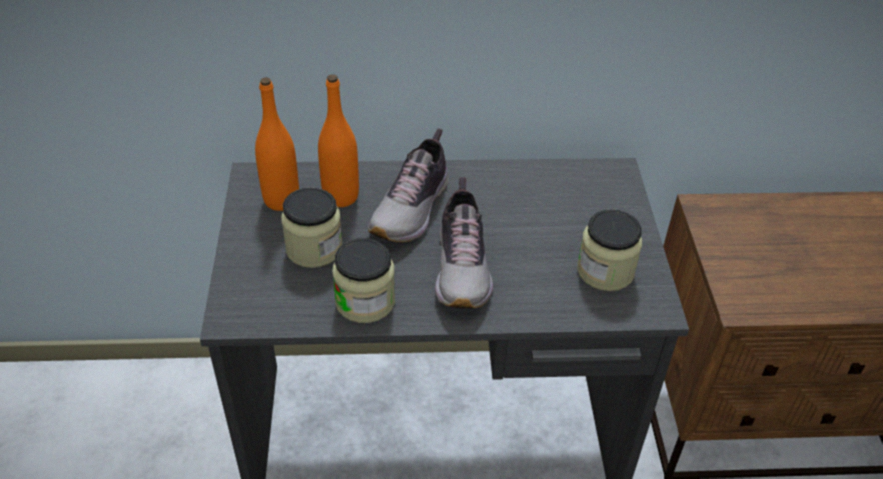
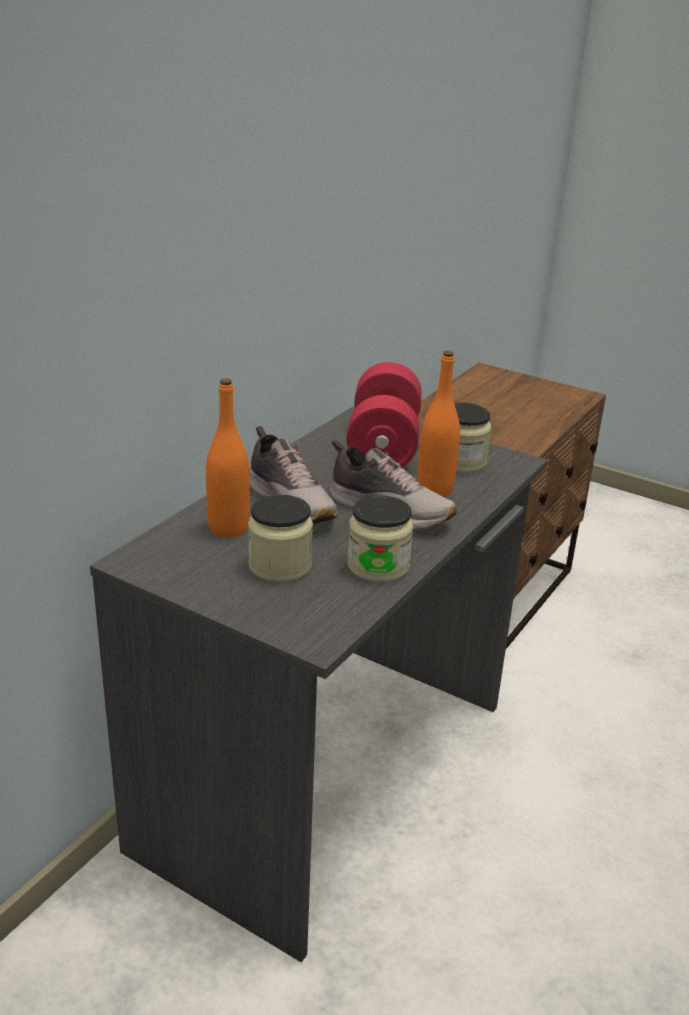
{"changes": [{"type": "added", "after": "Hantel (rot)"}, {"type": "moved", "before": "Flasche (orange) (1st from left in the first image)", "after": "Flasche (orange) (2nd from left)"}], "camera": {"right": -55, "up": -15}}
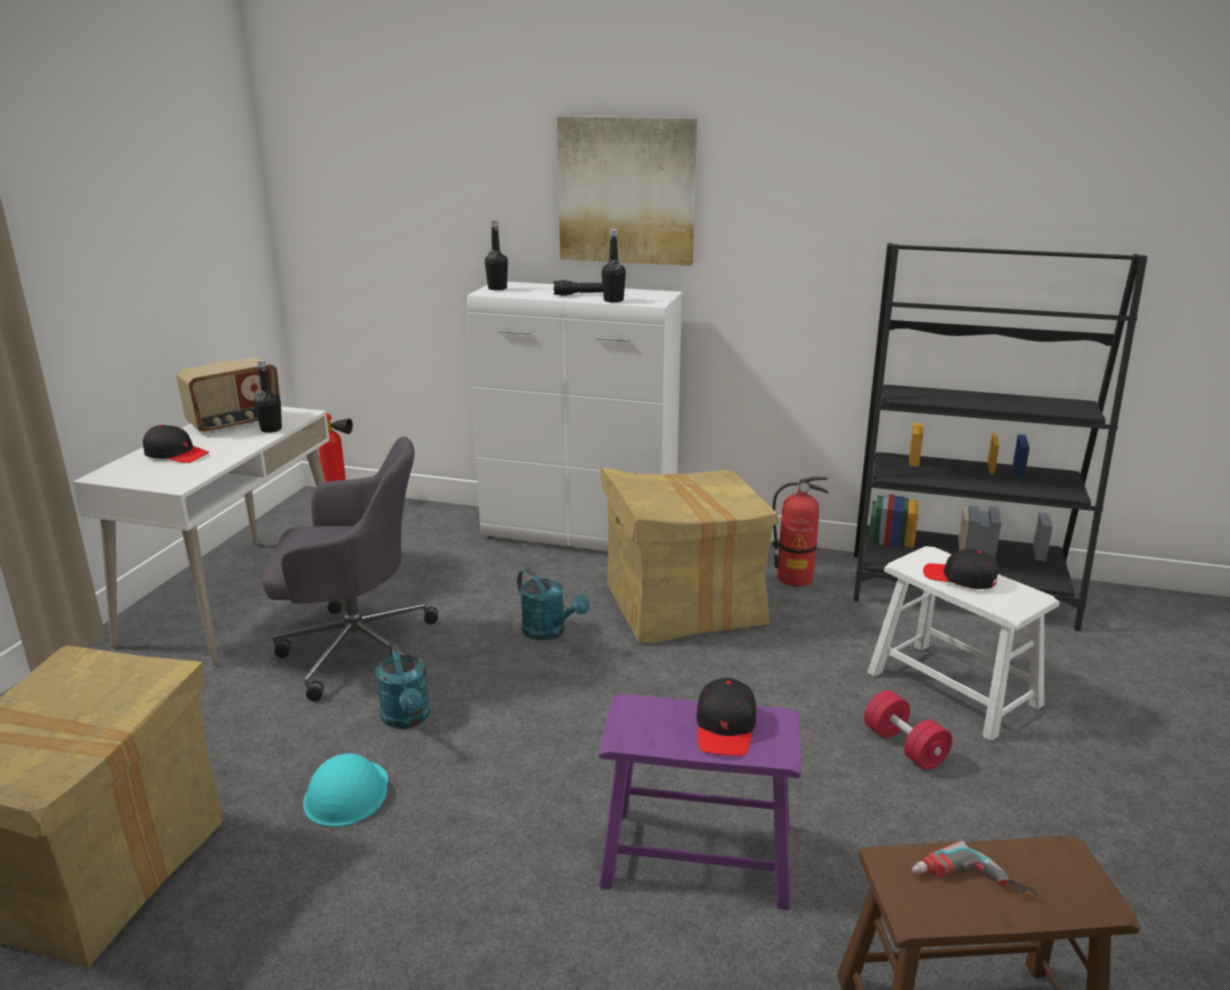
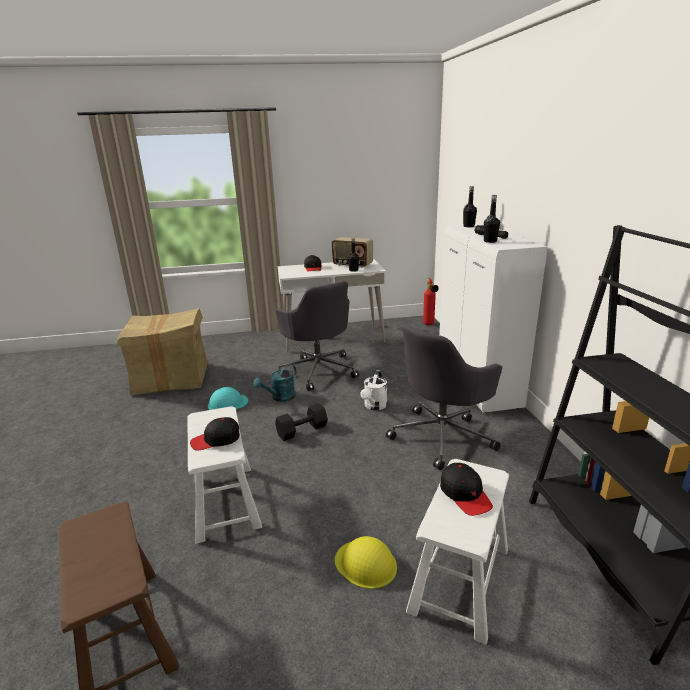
{"changes": [{"type": "recoloured", "before": "Hocker (lila)", "after": "Hocker (weiß) (1st from left)"}, {"type": "added", "after": "Hantel (schwarz)"}, {"type": "replaced", "before": "Hantel (rot)", "after": "Schutzhelm (gelb)"}, {"type": "recoloured", "before": "Gießkanne (türkis) (2nd from left)", "after": "Gießkanne (weiß)"}, {"type": "replaced", "before": "Karton (2nd from left)", "after": "Bürostuhl (grau) (2nd from left)"}, {"type": "turned", "before": "Kappe (schwarz) (3rd from left)", "turn": 150}, {"type": "removed", "before": "Bild"}, {"type": "removed", "before": "Feuerlöscher (2nd from left)"}, {"type": "removed", "before": "Bohrmaschine"}], "camera": {"right": 65, "up": 0}}
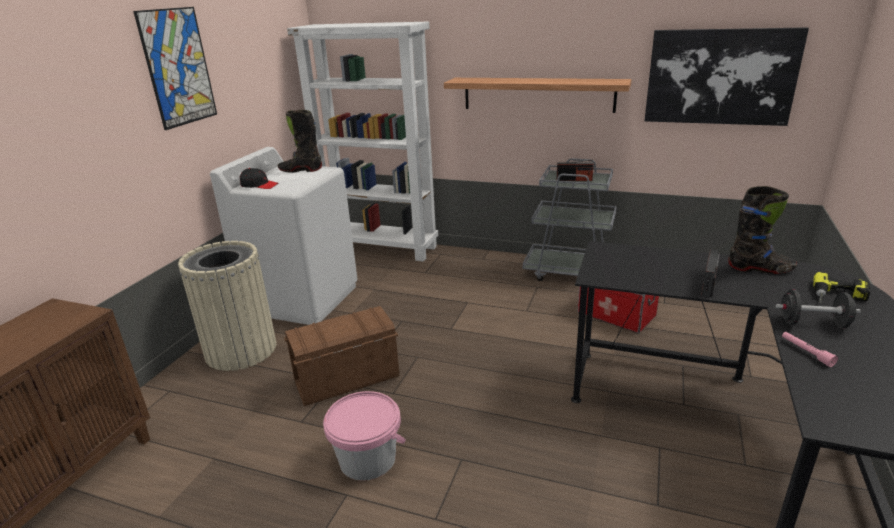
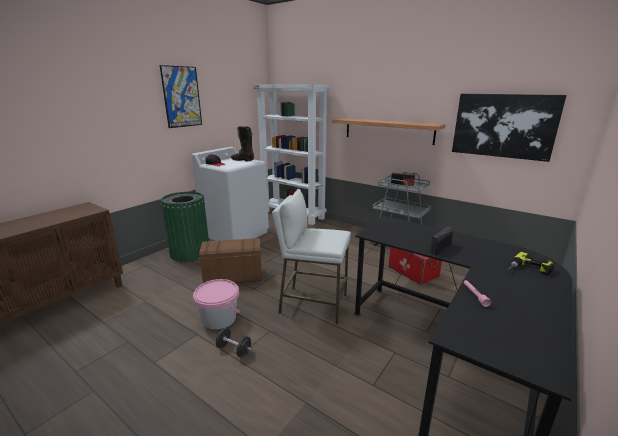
{"changes": [{"type": "recoloured", "before": "Mülleimer (beige)", "after": "Mülleimer (grün)"}, {"type": "moved", "before": "Hantel (schwarz)"}, {"type": "added", "after": "Hocker (weiß)"}, {"type": "removed", "before": "Stiefel (schwarz) (2nd from left)"}], "camera": {"right": 15, "up": -5}}
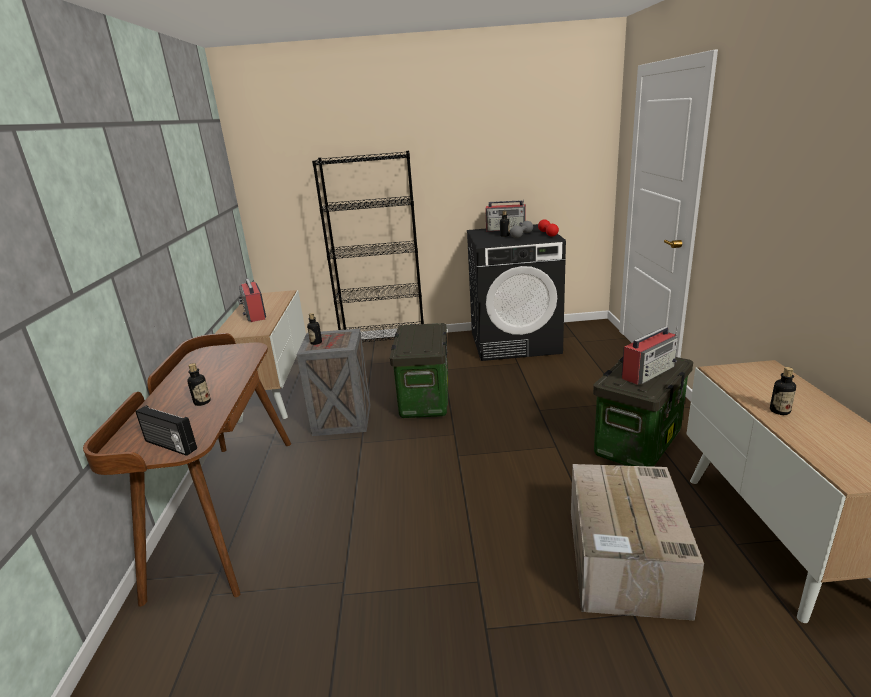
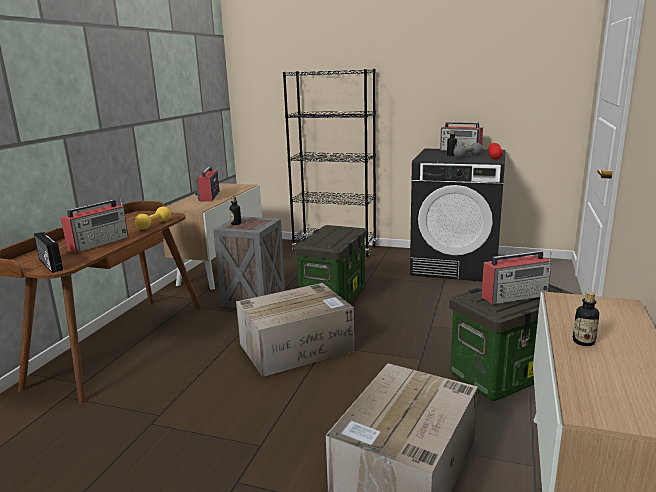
{"changes": [{"type": "replaced", "before": "Flasche (1st from left)", "after": "Radio (2nd from left)"}, {"type": "added", "after": "Hantel (gelb)"}, {"type": "added", "after": "Karton (1st from left)"}], "camera": {"right": 20, "up": -5}}
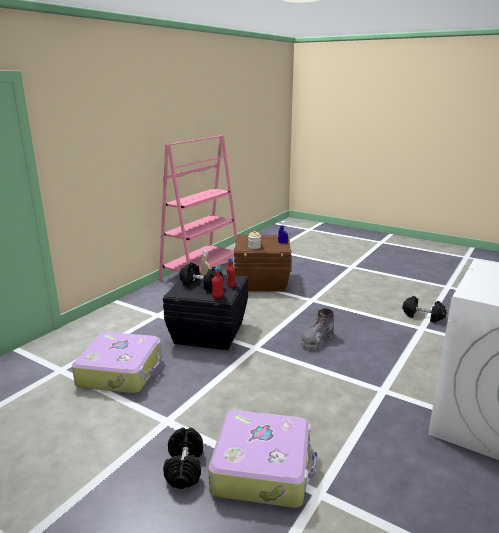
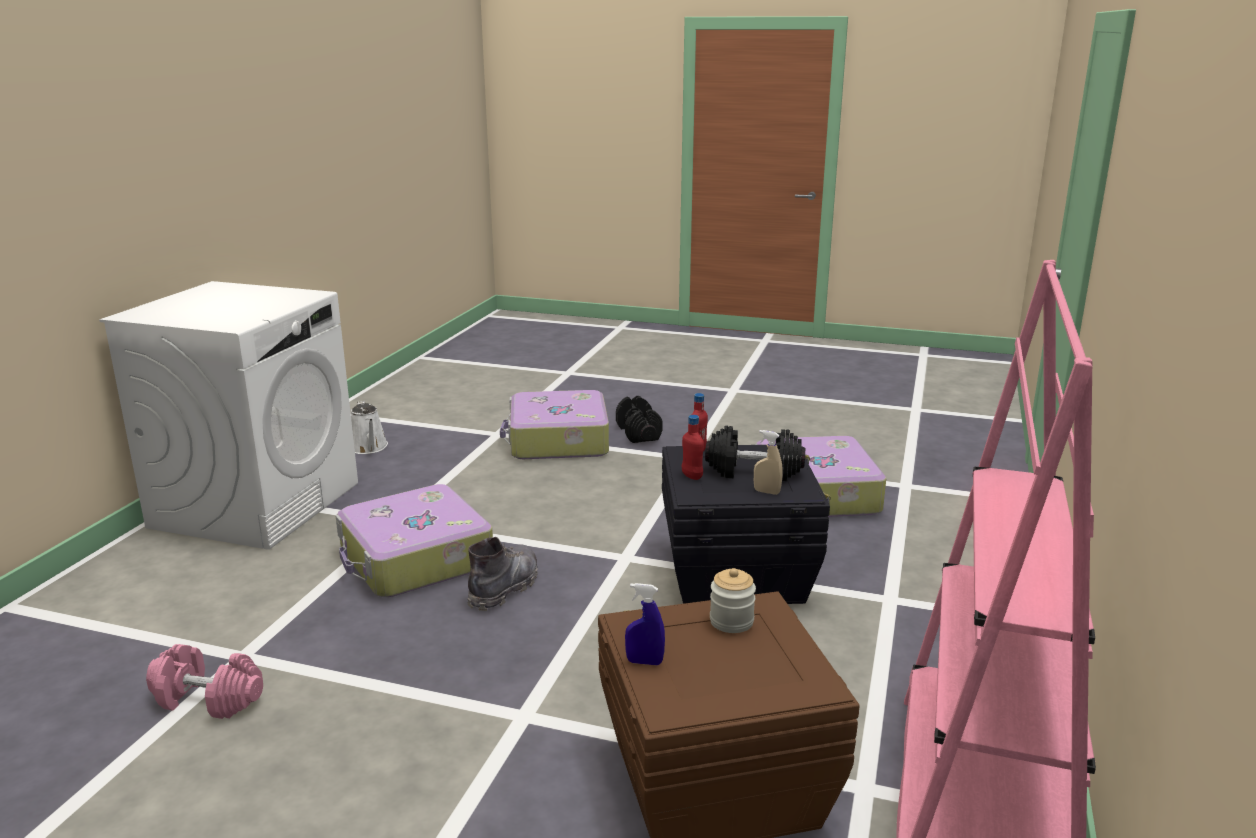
{"changes": [{"type": "recoloured", "before": "Hantel (schwarz) (3rd from left)", "after": "Hantel (rosa)"}, {"type": "added", "after": "Koffer (1st from left)"}, {"type": "added", "after": "Gießkanne (weiß)"}], "camera": {"right": 165, "up": 0}}
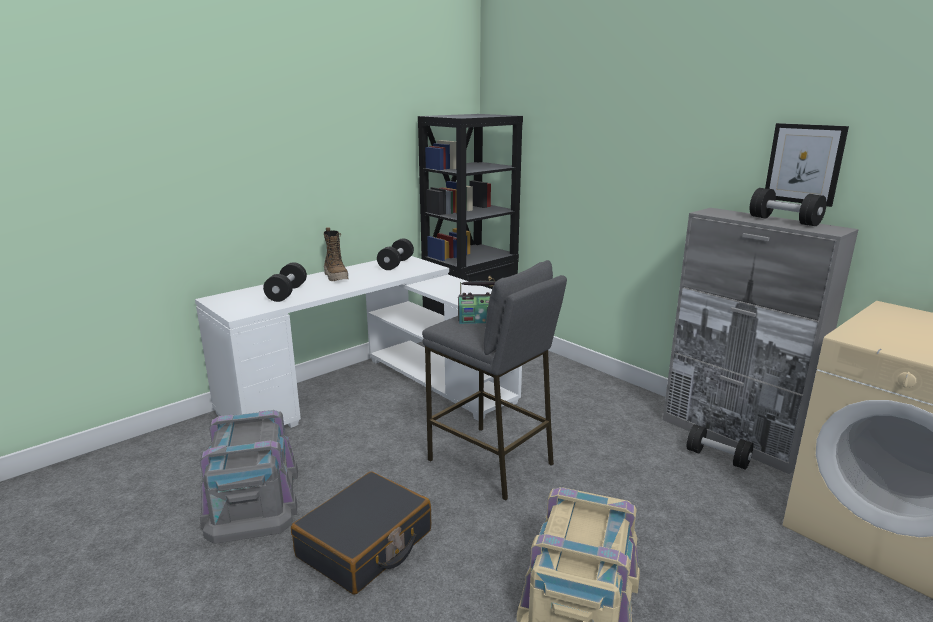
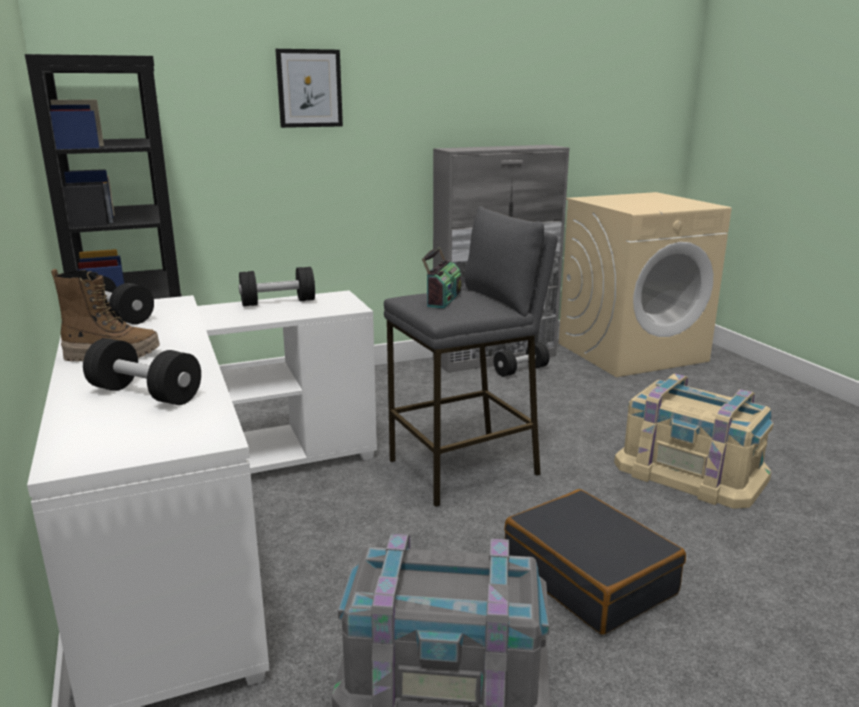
{"changes": [{"type": "moved", "before": "Hantel (schwarz) (4th from left in the first image)", "after": "Hantel (schwarz) (3rd from left)"}, {"type": "moved", "before": "Bild"}], "camera": {"right": -70, "up": 0}}
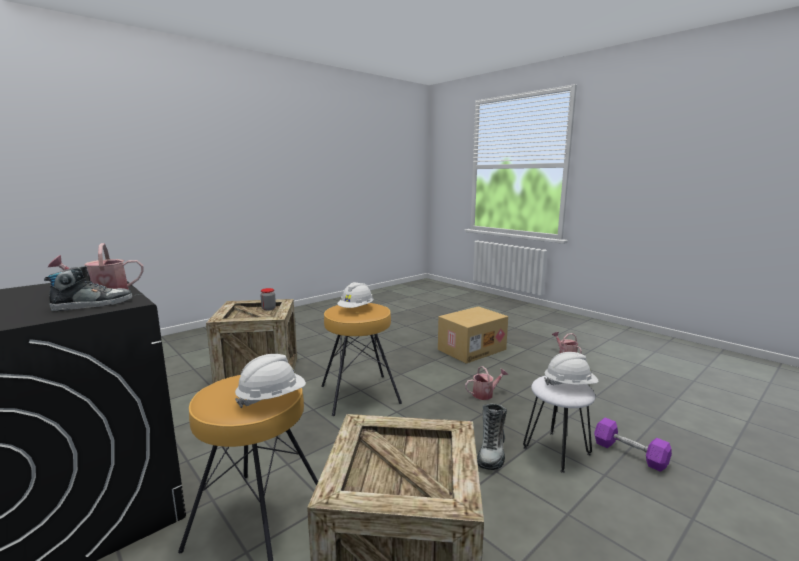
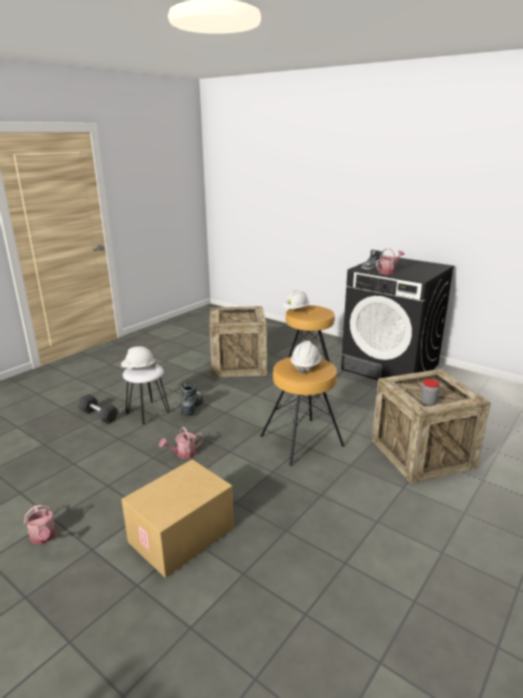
{"changes": [{"type": "recoloured", "before": "Hantel (lila)", "after": "Hantel (grau)"}], "camera": {"right": 170, "up": 10}}
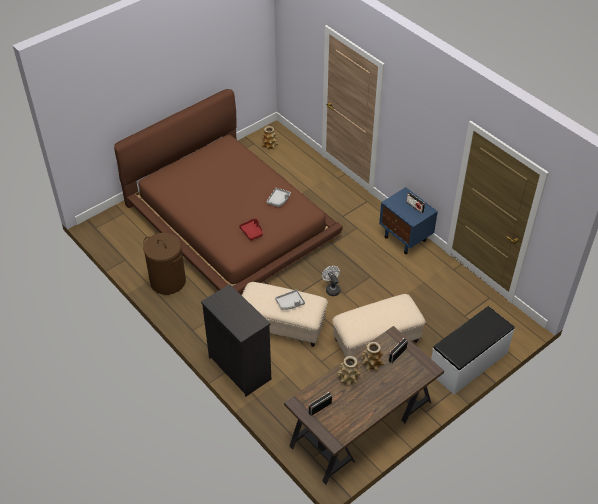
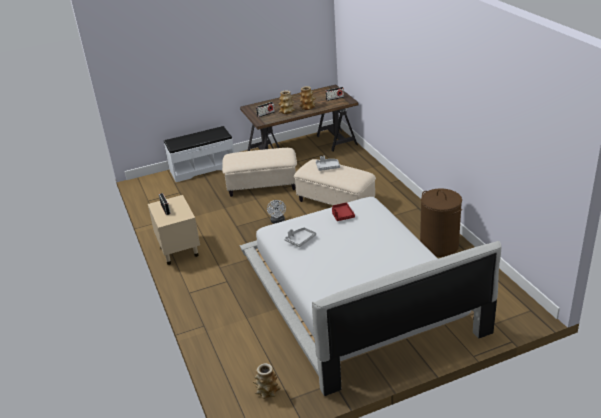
{"changes": [{"type": "recoloured", "before": "Nachttisch (blau)", "after": "Nachttisch (beige)"}, {"type": "recoloured", "before": "Bett (braun)", "after": "Bett (weiß)"}, {"type": "removed", "before": "Kommode (schwarz)"}], "camera": {"right": -160, "up": -15}}
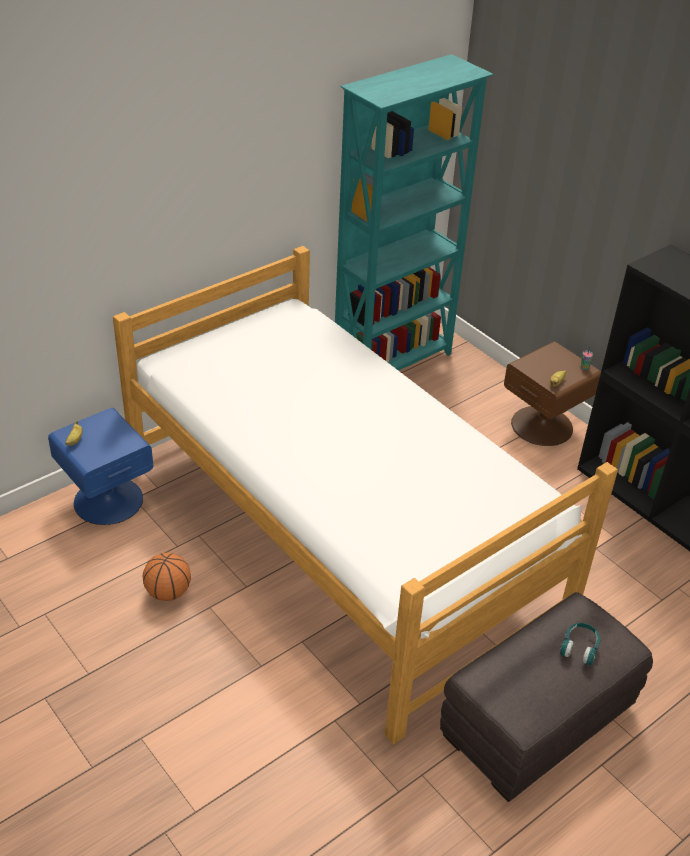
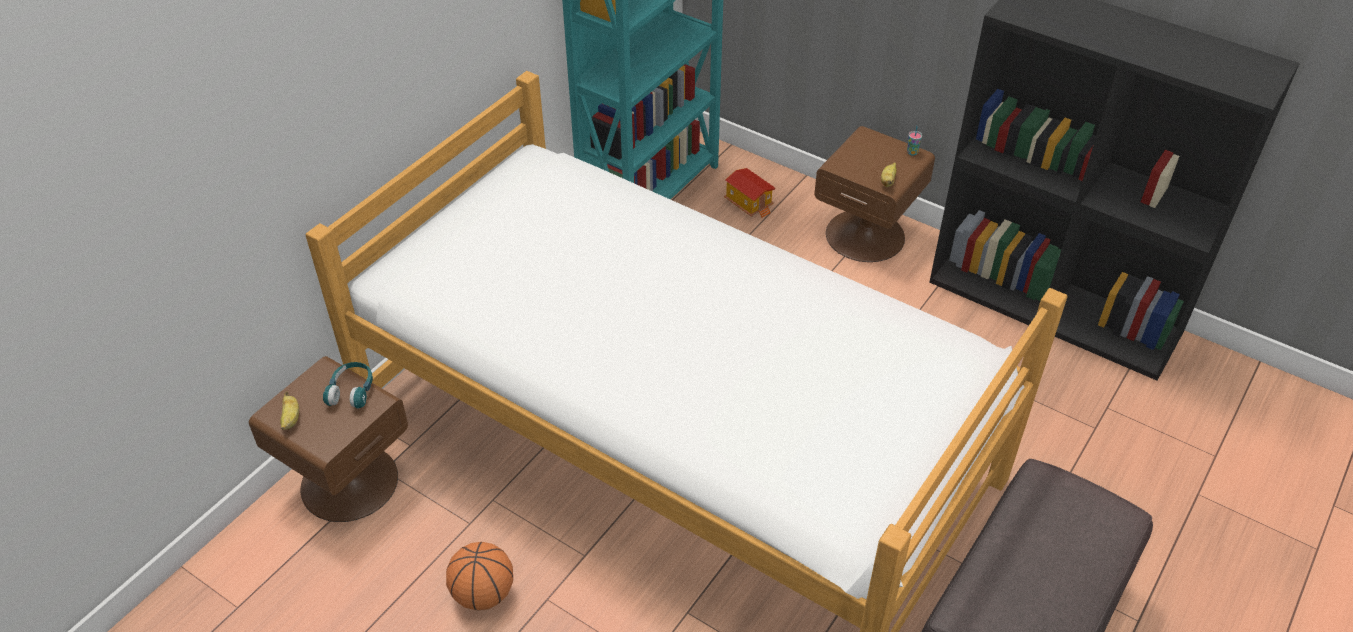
{"changes": [{"type": "recoloured", "before": "Nachttisch (blau)", "after": "Nachttisch (braun) (1st from left)"}, {"type": "moved", "before": "Kopfhörer (türkis)"}, {"type": "added", "after": "Spielzeughaus"}], "camera": {"right": -15, "up": 5}}
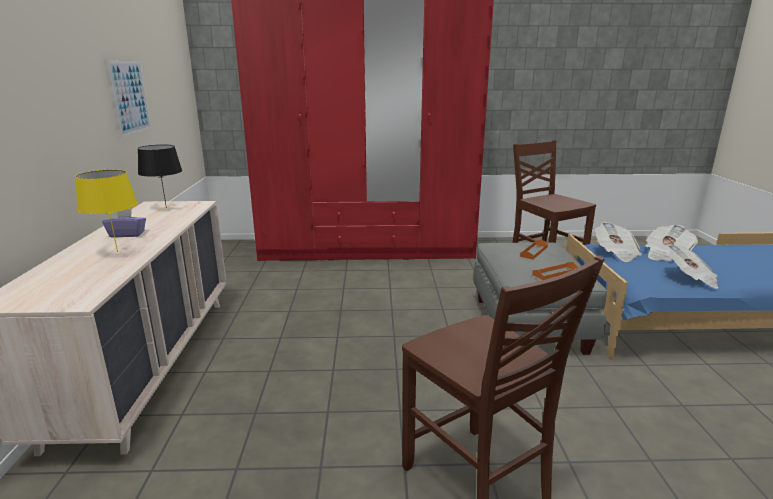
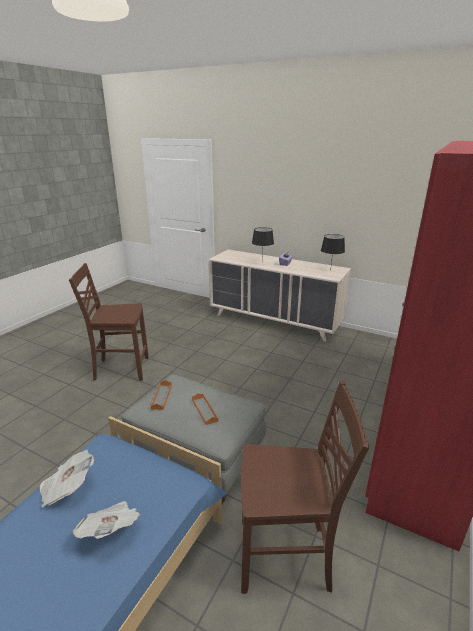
{"changes": [{"type": "recoloured", "before": "Tischlampe (gelb)", "after": "Tischlampe (schwarz) (1st from left)"}, {"type": "removed", "before": "Bild"}, {"type": "removed", "before": "Zeitung (1st from left)"}], "camera": {"right": 120, "up": 5}}
